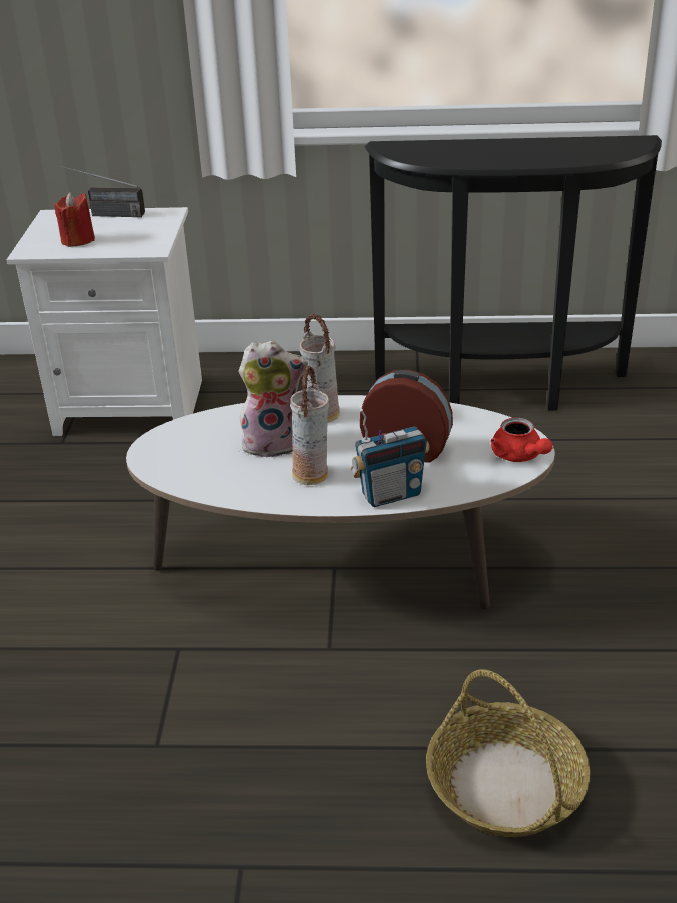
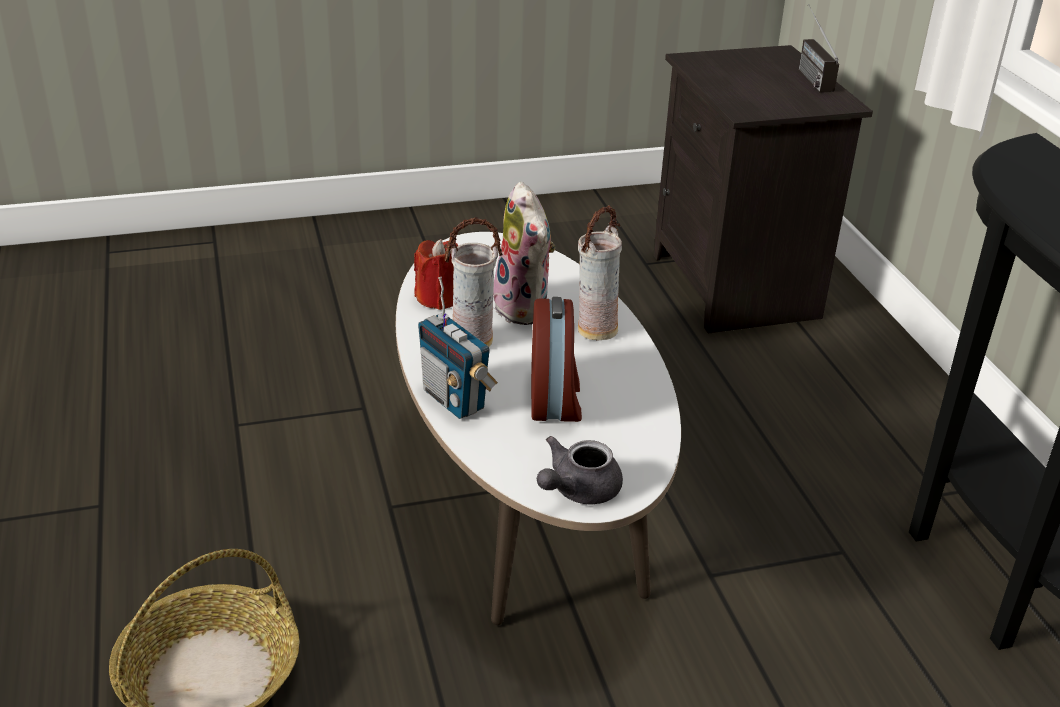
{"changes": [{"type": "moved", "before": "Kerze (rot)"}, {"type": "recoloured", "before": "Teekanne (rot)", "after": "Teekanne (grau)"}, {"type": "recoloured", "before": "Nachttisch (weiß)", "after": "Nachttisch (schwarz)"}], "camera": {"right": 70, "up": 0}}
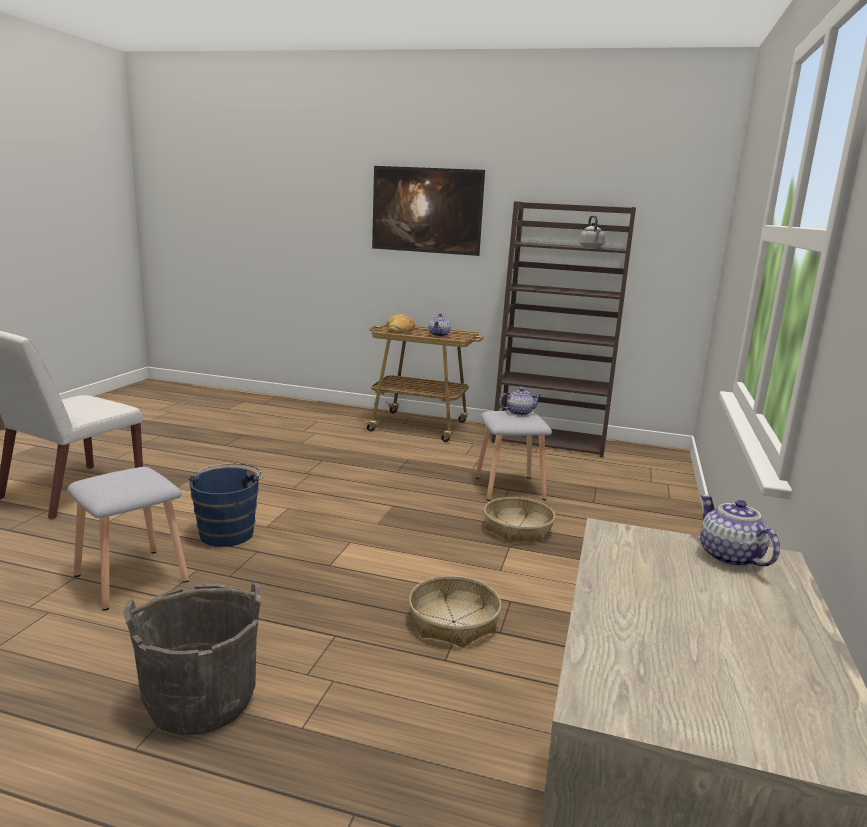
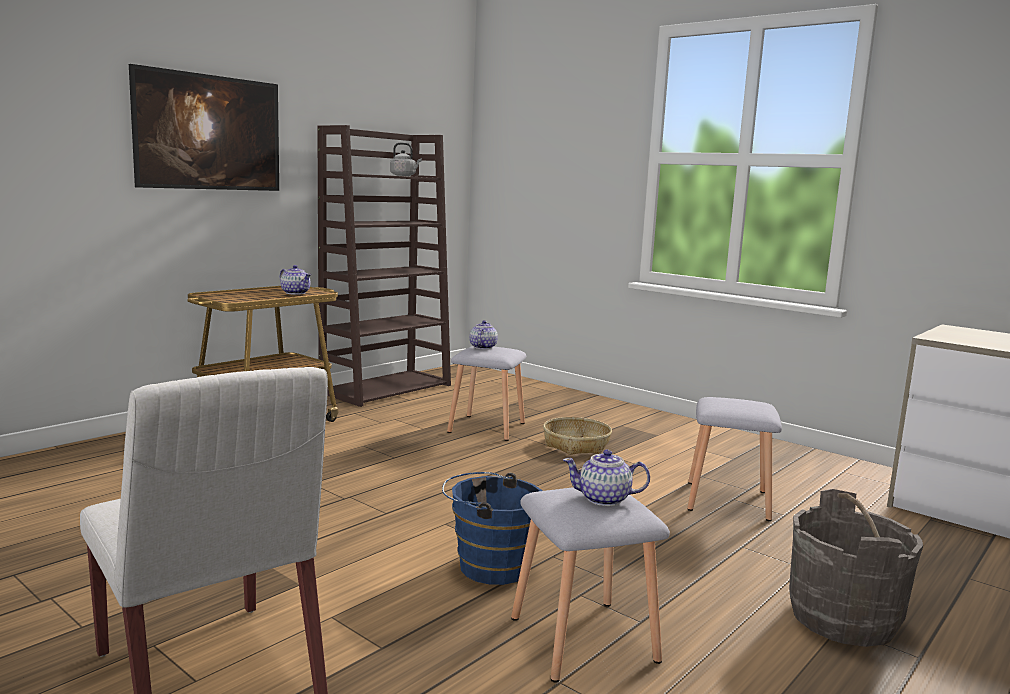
{"changes": [{"type": "moved", "before": "Teekanne (3rd from left)"}, {"type": "replaced", "before": "Korb (1st from left)", "after": "Hocker (grau) (3rd from left)"}, {"type": "removed", "before": "Brot"}], "camera": {"right": -65, "up": -5}}
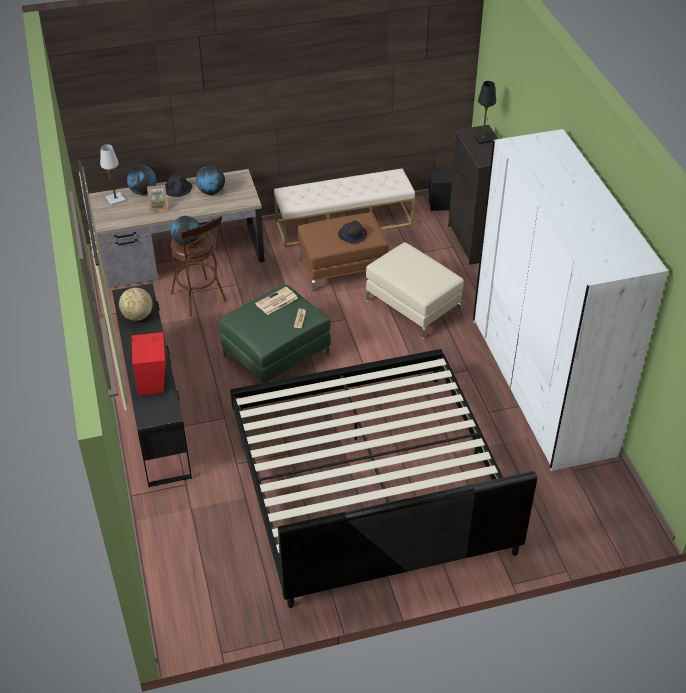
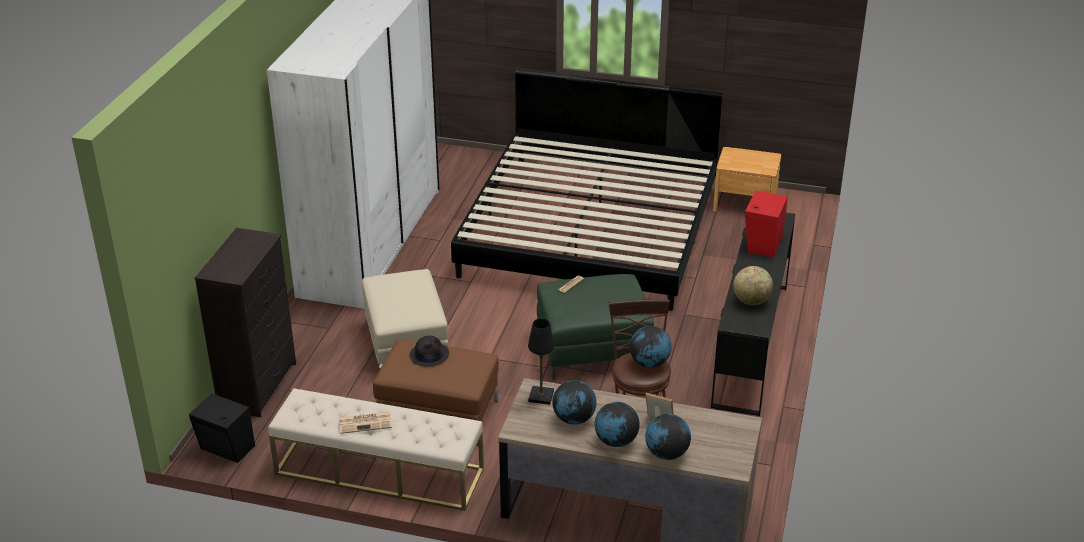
{"changes": [{"type": "moved", "before": "Zeitung (1st from left)"}, {"type": "moved", "before": "Tischlampe (schwarz)"}, {"type": "replaced", "before": "Hut (schwarz) (1st from left)", "after": "Globus (2nd from left)"}, {"type": "added", "after": "Nachttisch (braun)"}, {"type": "removed", "before": "Tischlampe (weiß)"}], "camera": {"right": -150, "up": -10}}
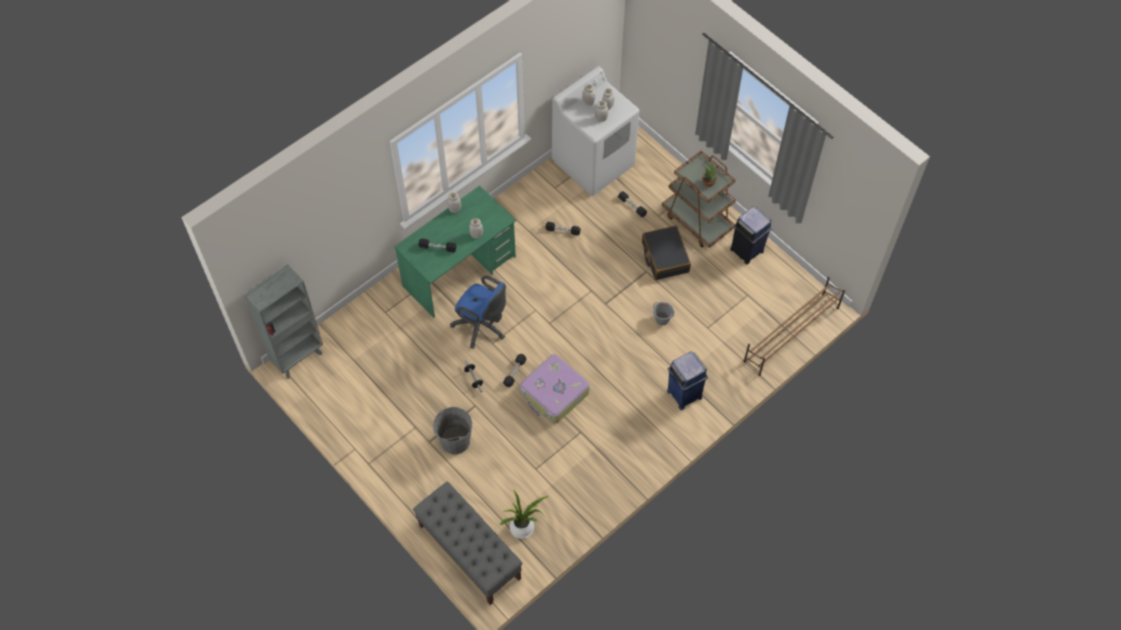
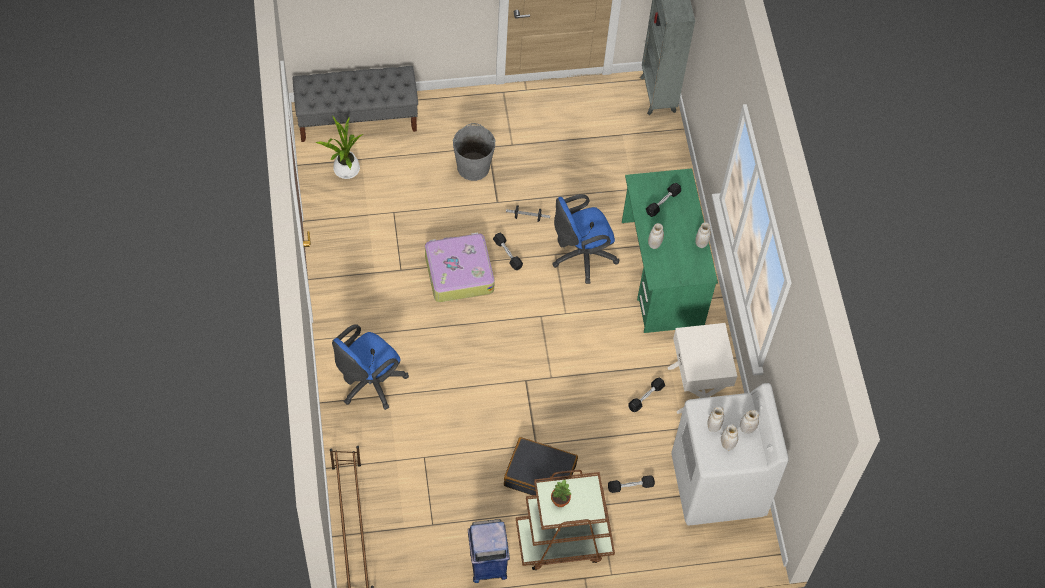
{"changes": [{"type": "replaced", "before": "Mülleimer (blau) (1st from left)", "after": "Bürostuhl (blau) (1st from left)"}, {"type": "added", "after": "Nachttisch (weiß)"}, {"type": "removed", "before": "Eimer (grau) (2nd from left)"}], "camera": {"right": 120, "up": 0}}
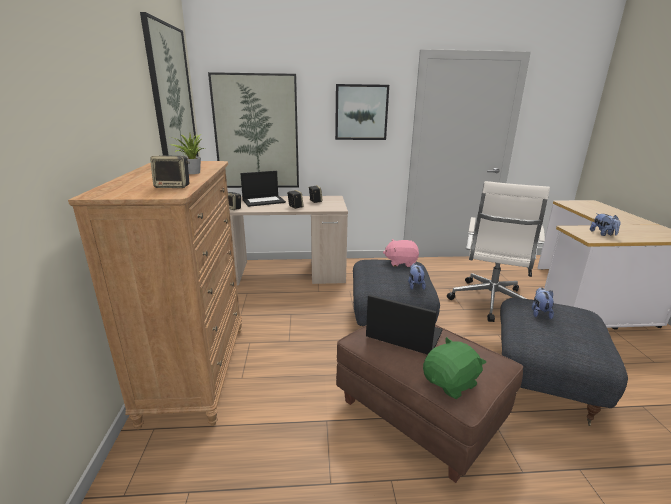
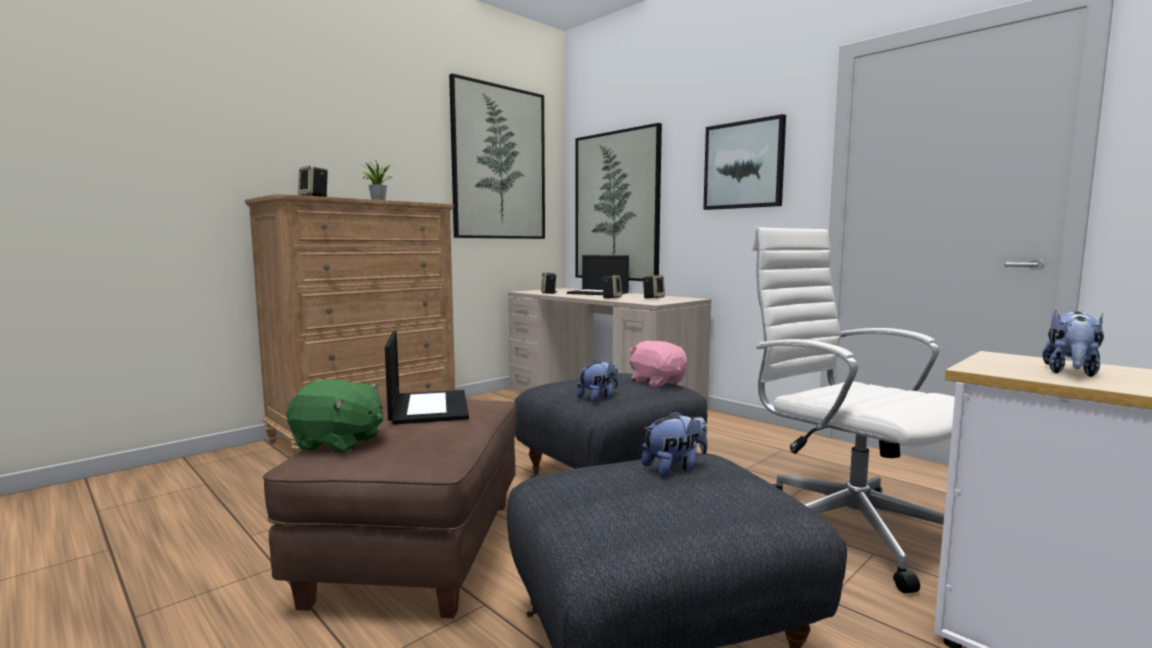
{"changes": [{"type": "turned", "before": "Bürostuhl (weiß)", "turn": 75}], "camera": {"right": 50, "up": -15}}
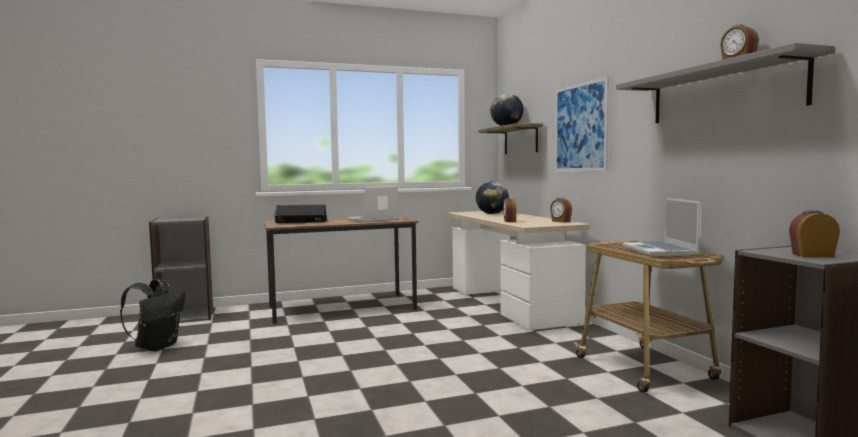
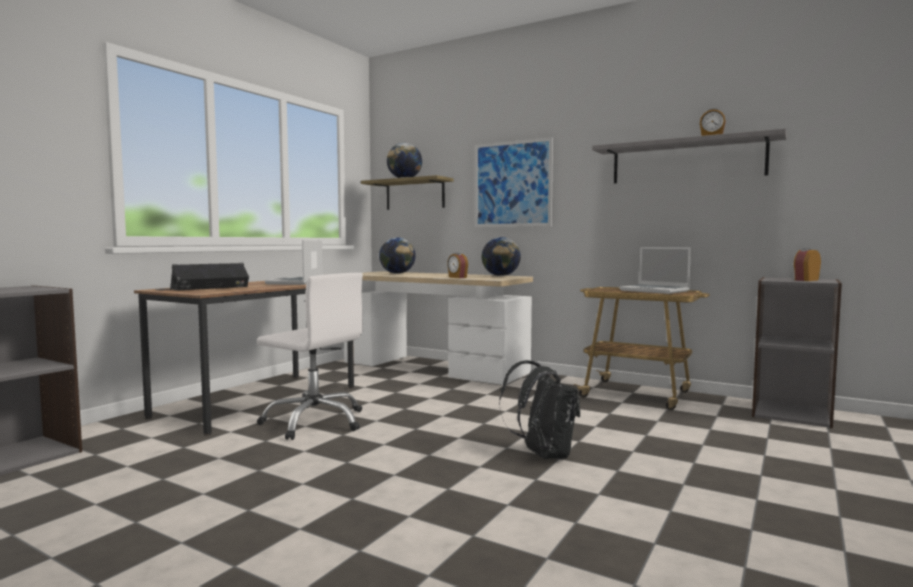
{"changes": [{"type": "added", "after": "Bürostuhl (weiß)"}, {"type": "replaced", "before": "Wecker (2nd from left)", "after": "Globus (3rd from left)"}, {"type": "moved", "before": "Rucksack (schwarz)"}], "camera": {"right": -40, "up": 0}}
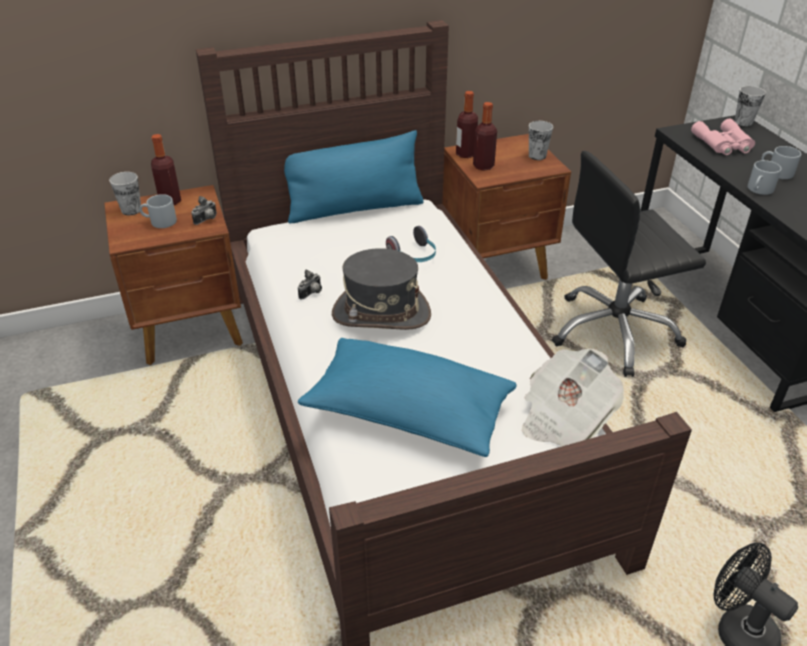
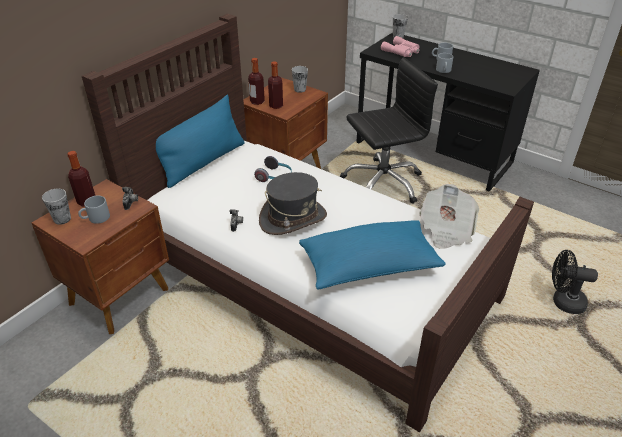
{"changes": [{"type": "turned", "before": "Bürostuhl (schwarz)", "turn": -150}], "camera": {"right": -35, "up": 0}}
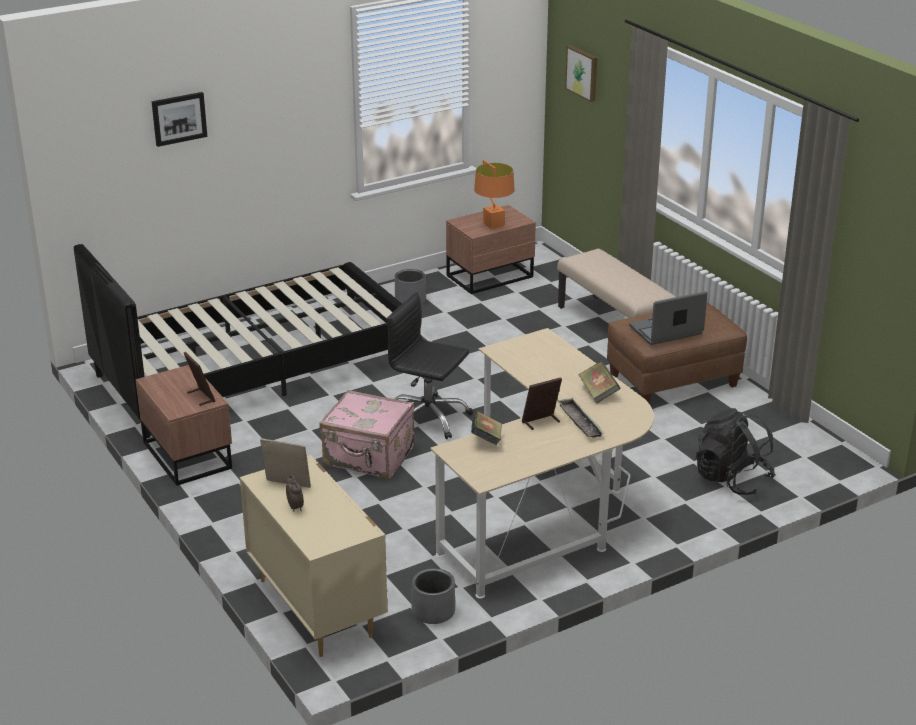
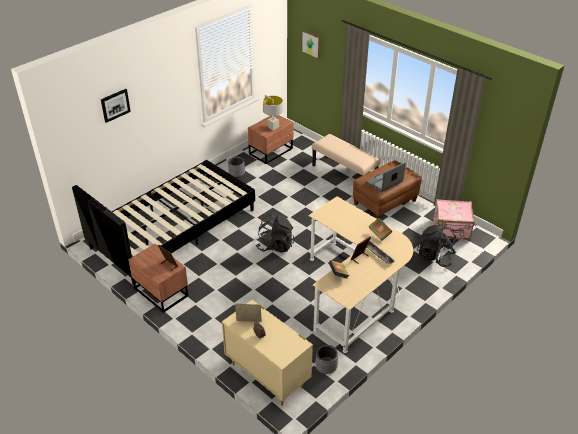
{"changes": [{"type": "replaced", "before": "Bürostuhl (schwarz)", "after": "Rucksack (schwarz) (1st from left)"}, {"type": "recoloured", "before": "Tischlampe (orange)", "after": "Tischlampe (grau)"}, {"type": "moved", "before": "Koffer (rosa)"}], "camera": {"right": -15, "up": 10}}
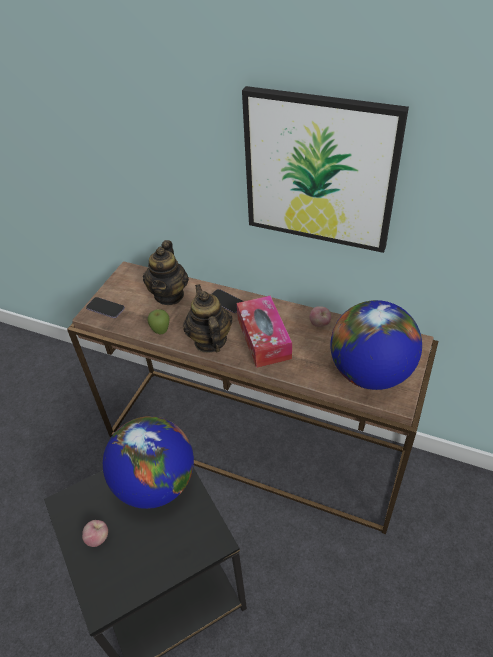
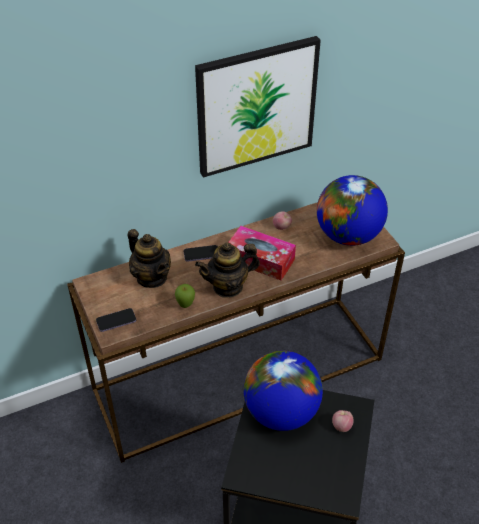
{"changes": [{"type": "turned", "before": "Teekanne (2nd from left)", "turn": -45}, {"type": "moved", "before": "Apfel (1st from left in the first image)", "after": "Apfel (3rd from left)"}], "camera": {"right": -50, "up": 0}}
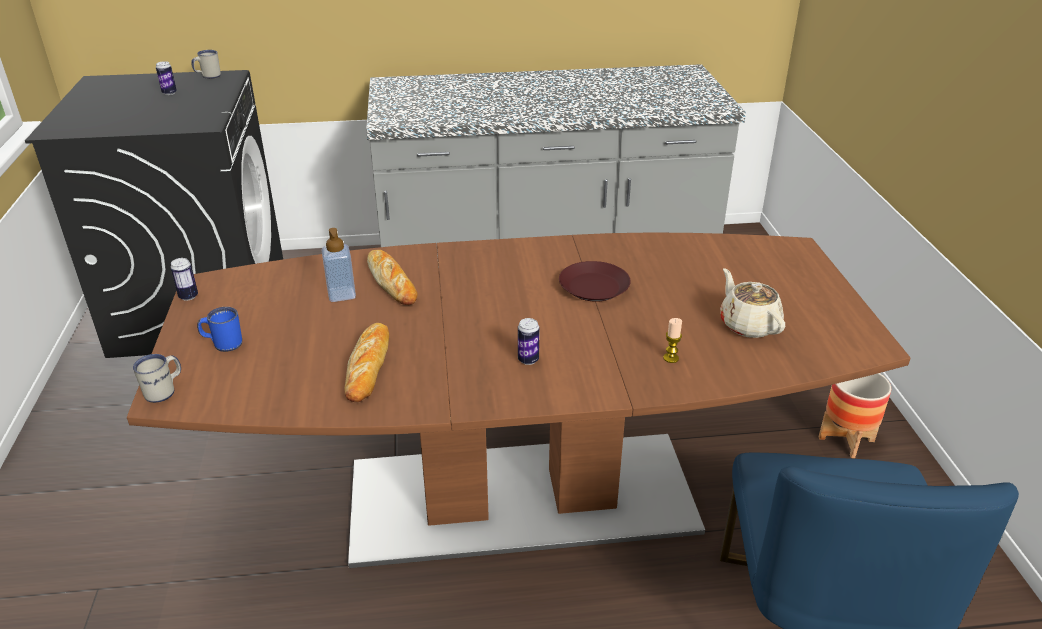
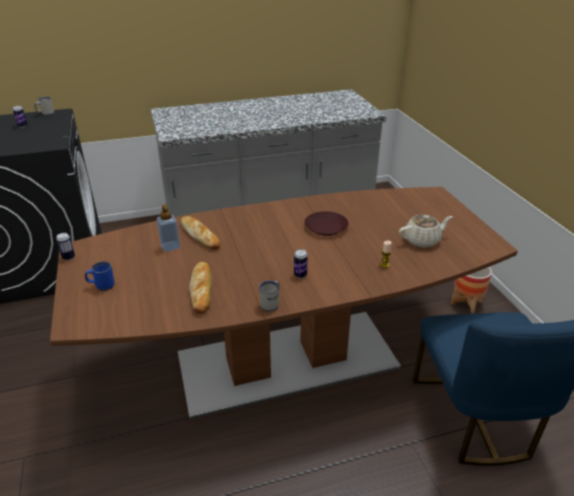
{"changes": [{"type": "moved", "before": "Henkelbecher (weiß) (1st from left in the first image)", "after": "Henkelbecher (weiß) (2nd from left)"}, {"type": "turned", "before": "Teekanne (beige)", "turn": 105}], "camera": {"right": -10, "up": 0}}
